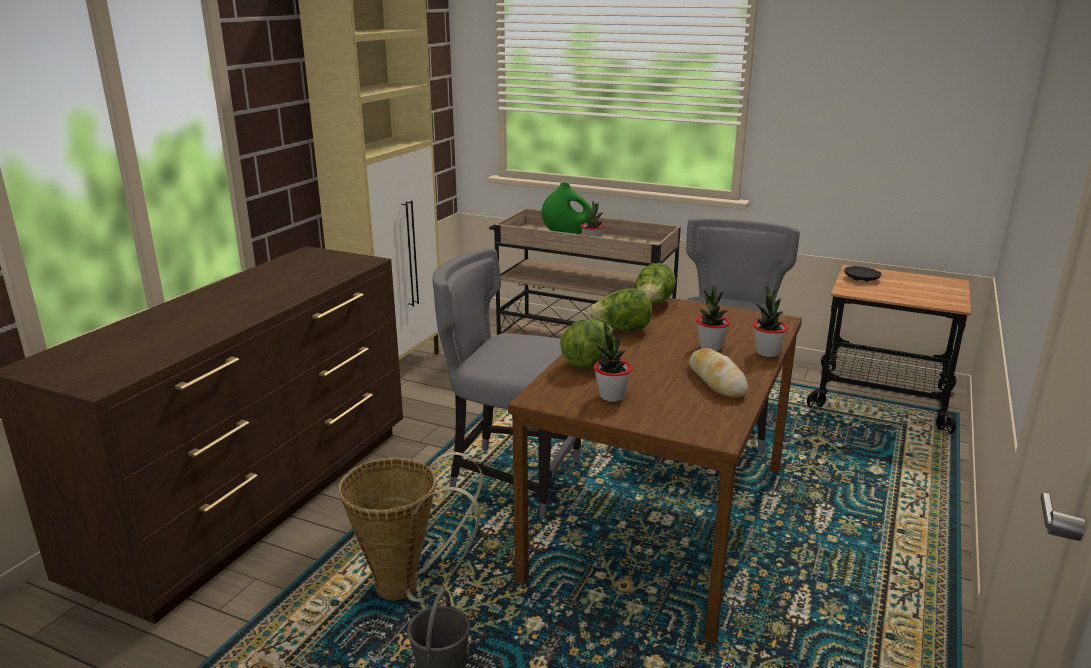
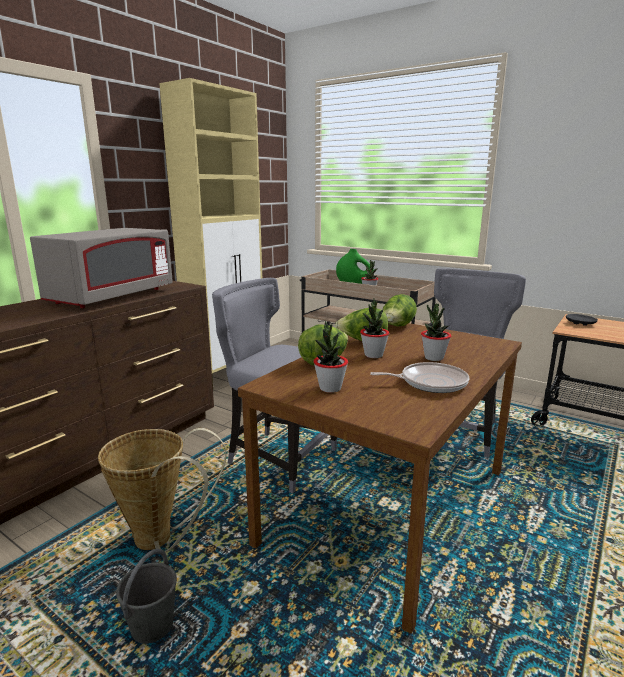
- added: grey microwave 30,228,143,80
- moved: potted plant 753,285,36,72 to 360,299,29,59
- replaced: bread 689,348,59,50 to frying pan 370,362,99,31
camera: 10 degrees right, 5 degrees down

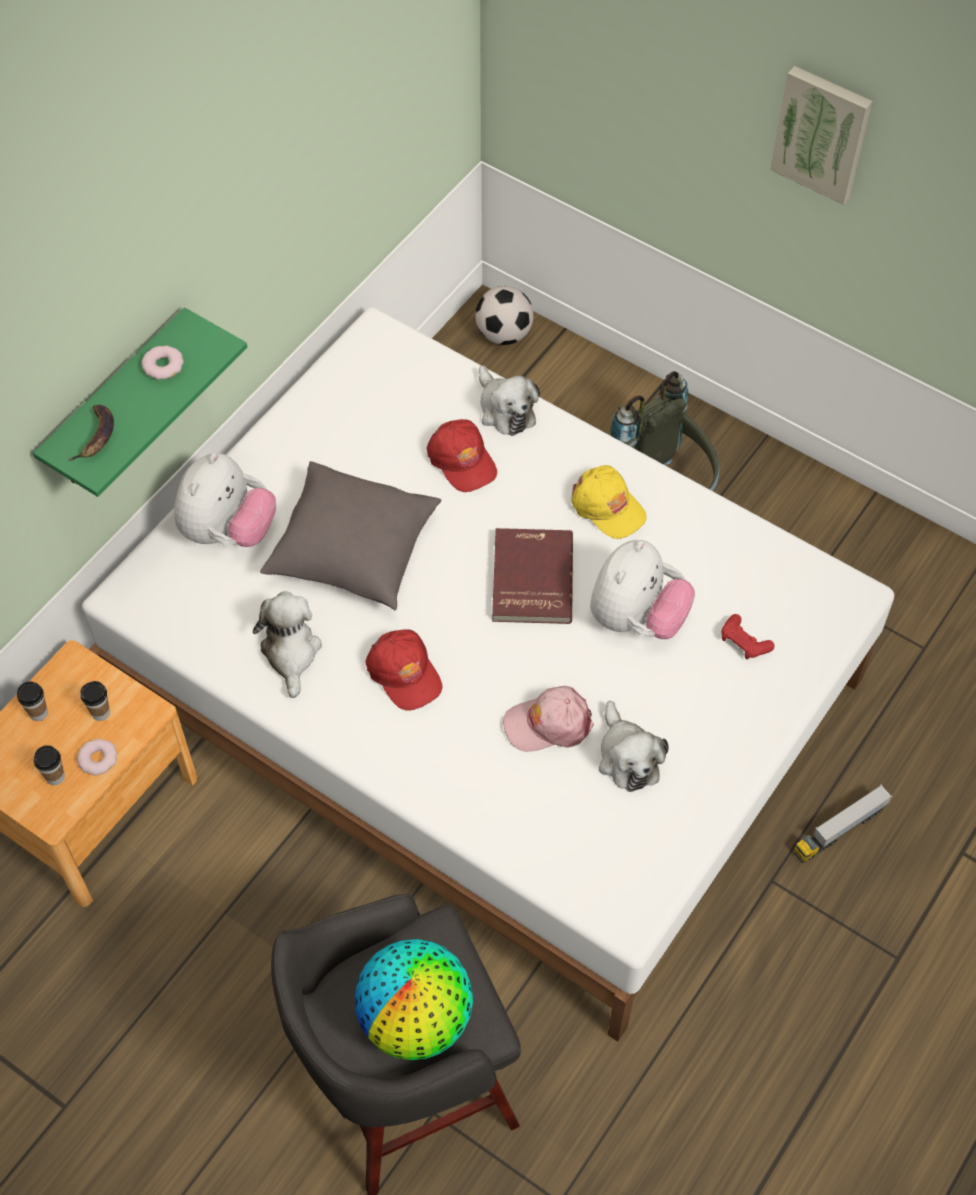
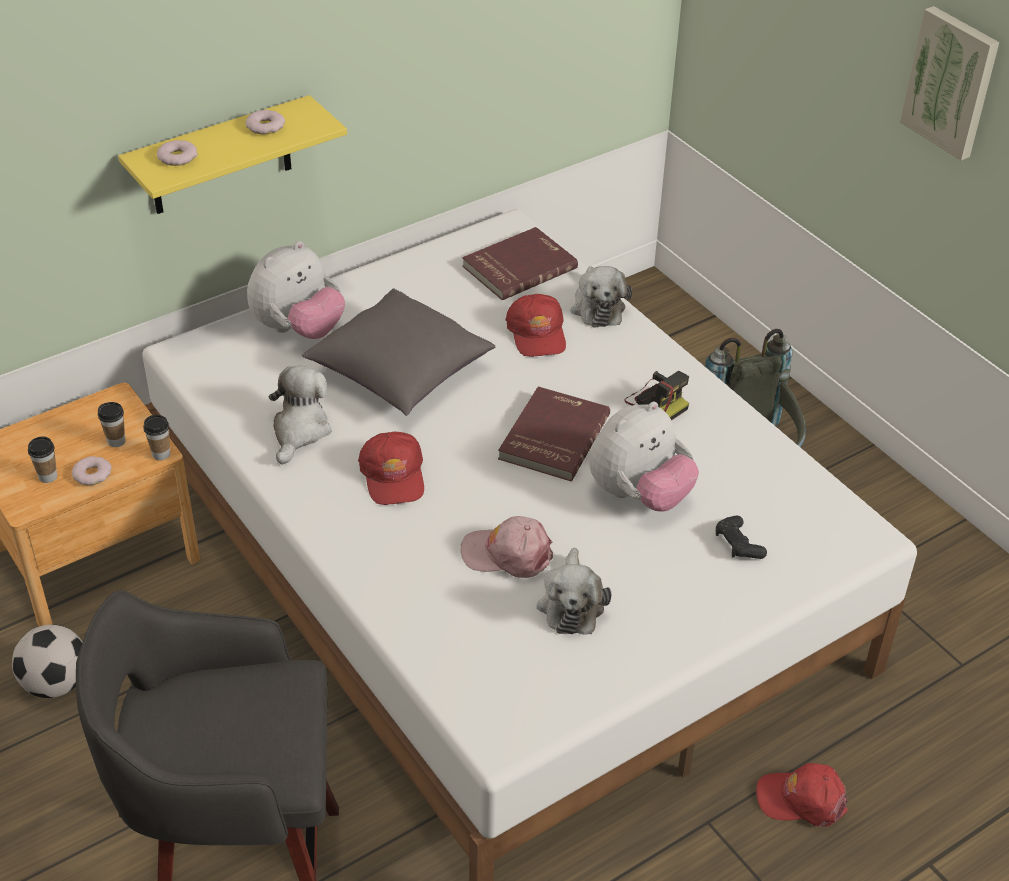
- removed: globe 355,939,118,121
- added: red book 462,227,116,73
- moved: cup 17,682,31,39 to 143,415,27,45
- moved: football 475,286,59,59 to 12,624,70,74
- replaced: banana 68,405,46,56 to donut 157,140,41,26
- replaced: yellow cap 571,465,76,74 to photo camera 624,371,65,49
- replaced: toy truck 794,784,98,79 to red cap 756,763,92,64
- recoloured: green shelf 33,307,214,190 to yellow shelf 118,95,229,119
- recoloured: red game controller 721,614,53,45 to black game controller 716,515,51,44
camera: 20 degrees right, 15 degrees down

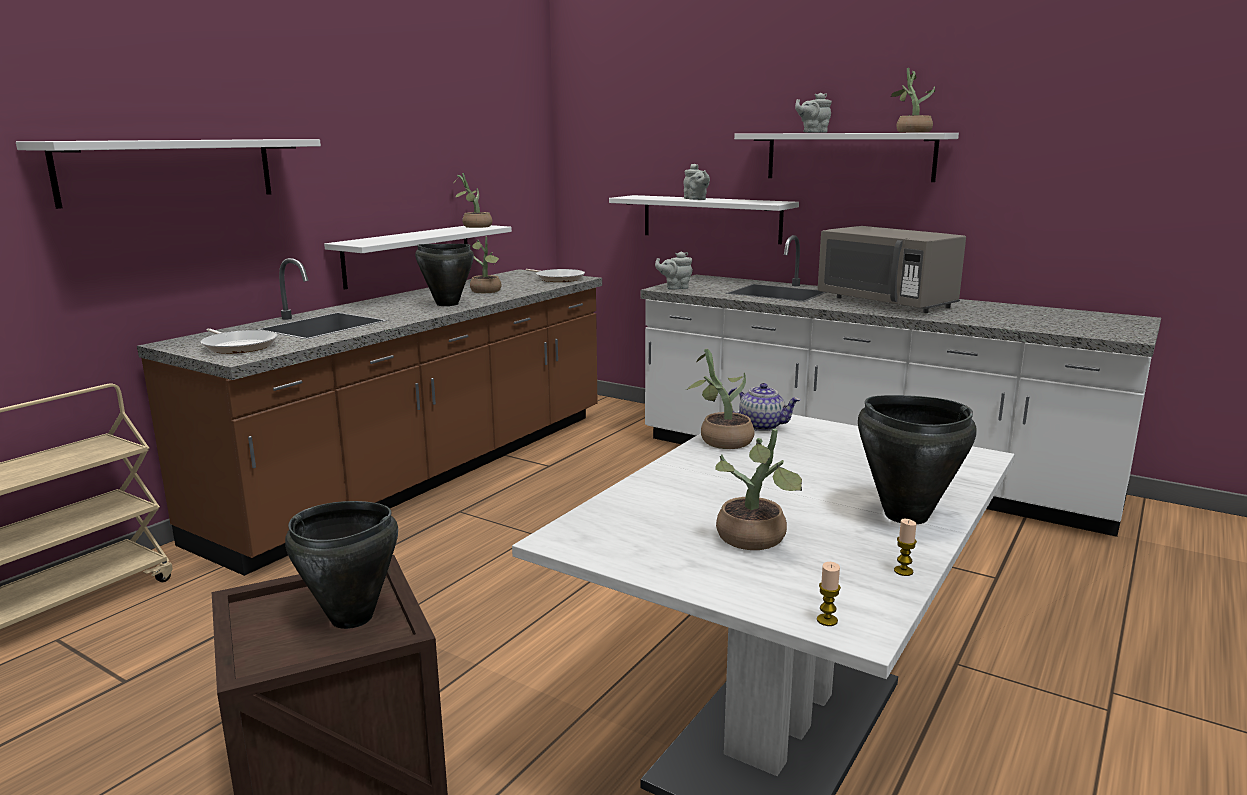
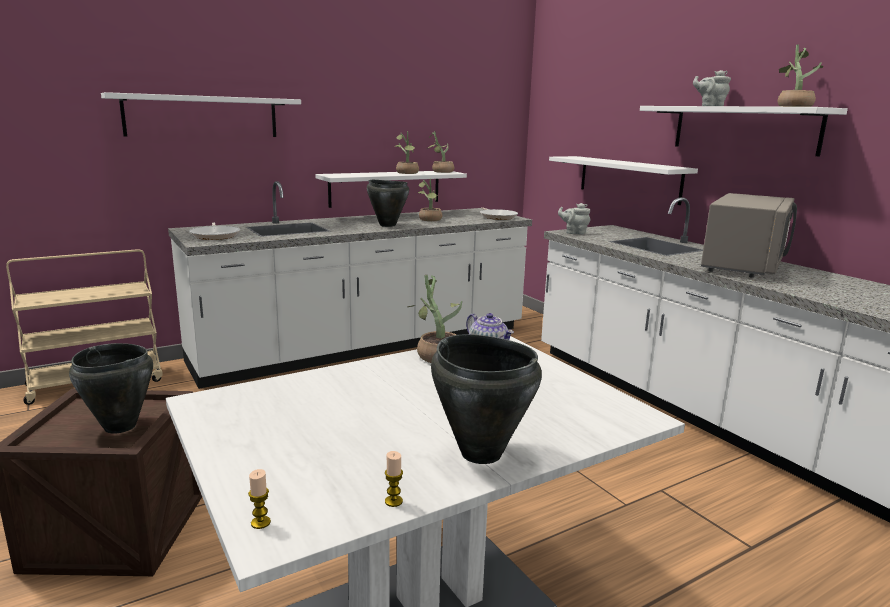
- removed: grey teapot 684,163,26,37
- moved: potted plant 715,428,87,122 to 395,131,24,43
- recoloured: brown counter 137,258,465,318 to white counter 168,181,364,208
- turned: grey microwave 818,226,148,87 = 701,193,96,85 135 degrees counterclockwise
camera: 25 degrees right, 0 degrees up

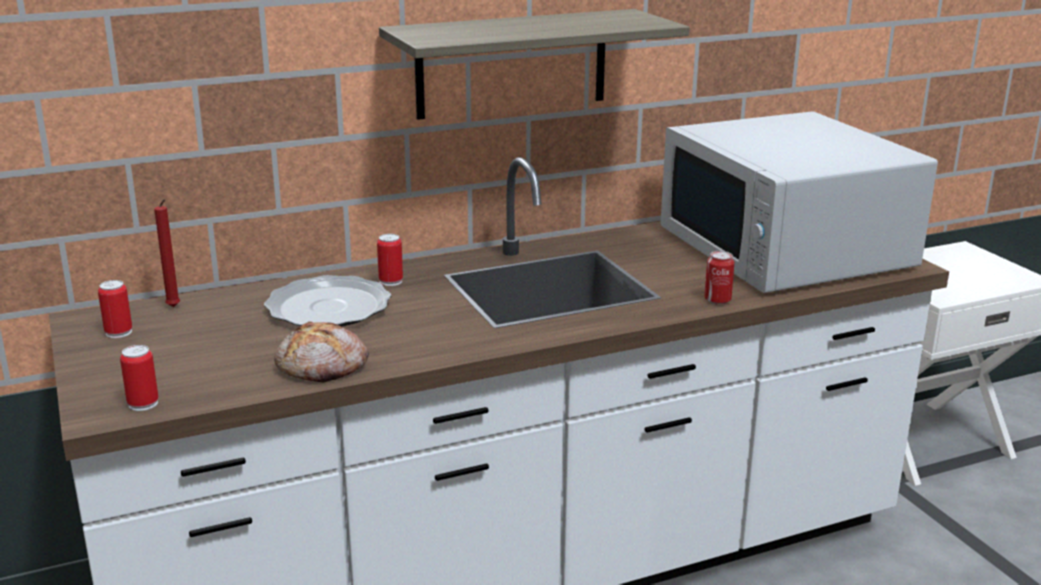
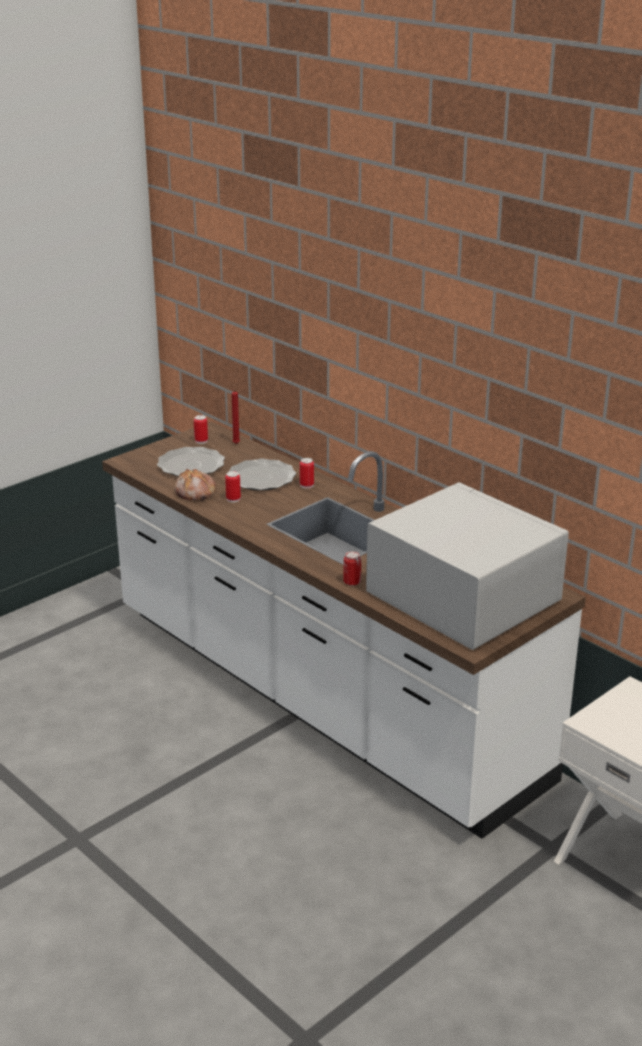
- removed: shelf 379,9,311,111
- added: plate 157,447,68,29
- moved: can 120,345,39,66 to 225,471,16,31
- turned: white microwave 661,111,277,182 = 366,482,203,168 90 degrees clockwise
camera: 70 degrees right, 5 degrees up

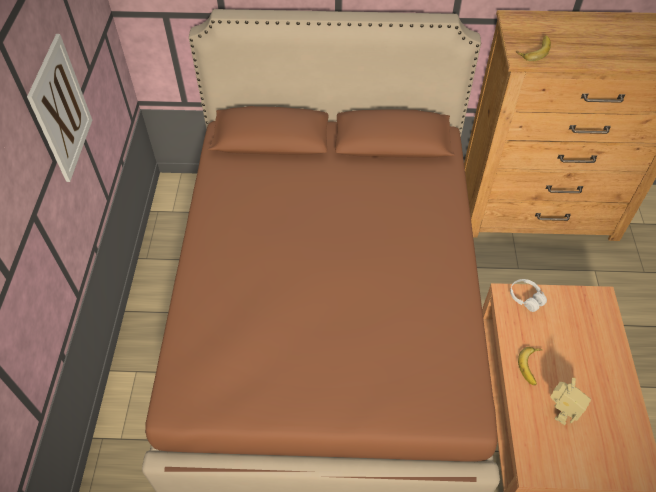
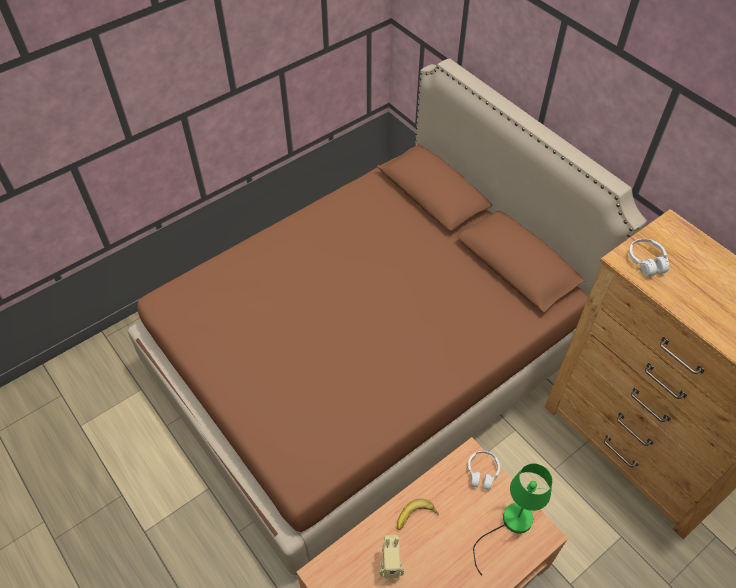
- removed: picture 27,34,65,148
- added: green table lamp 473,464,79,112
- replaced: banana 516,35,35,26 to white headphones 629,239,41,37
camera: 50 degrees right, 0 degrees up

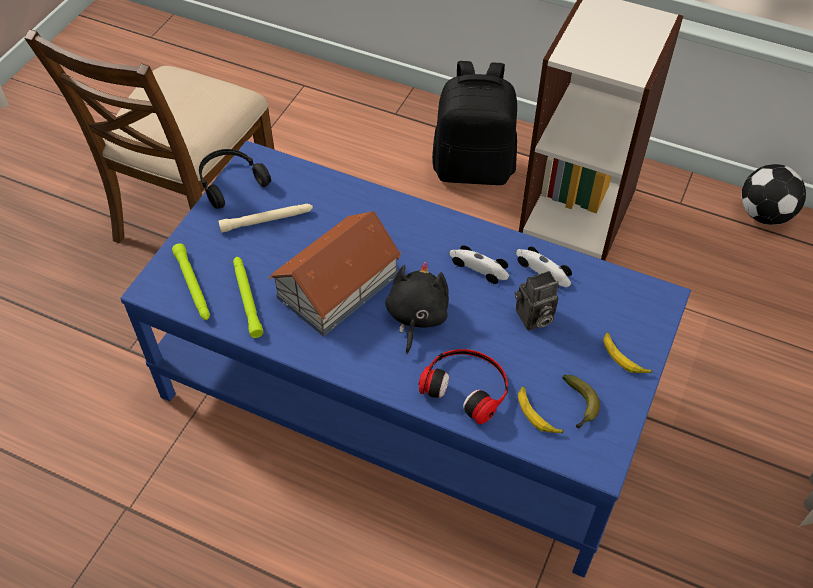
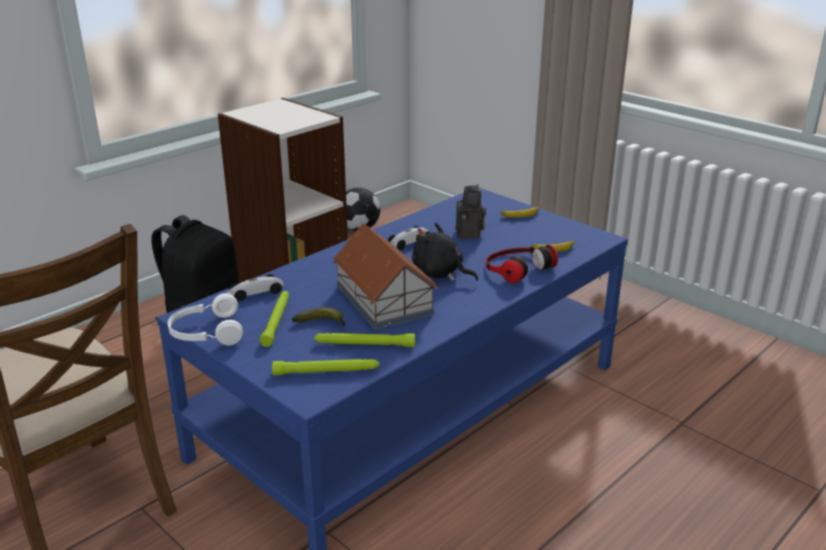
- moved: toy car 516,246,56,42 to 227,274,57,28
- moved: banana 563,375,37,54 to 292,307,54,19
- recoloured: black headphones 199,149,72,60 to white headphones 168,293,75,53
- recoloured: beige flashlight 218,204,95,29 to green flashlight 260,291,29,56
camera: 70 degrees left, 25 degrees down

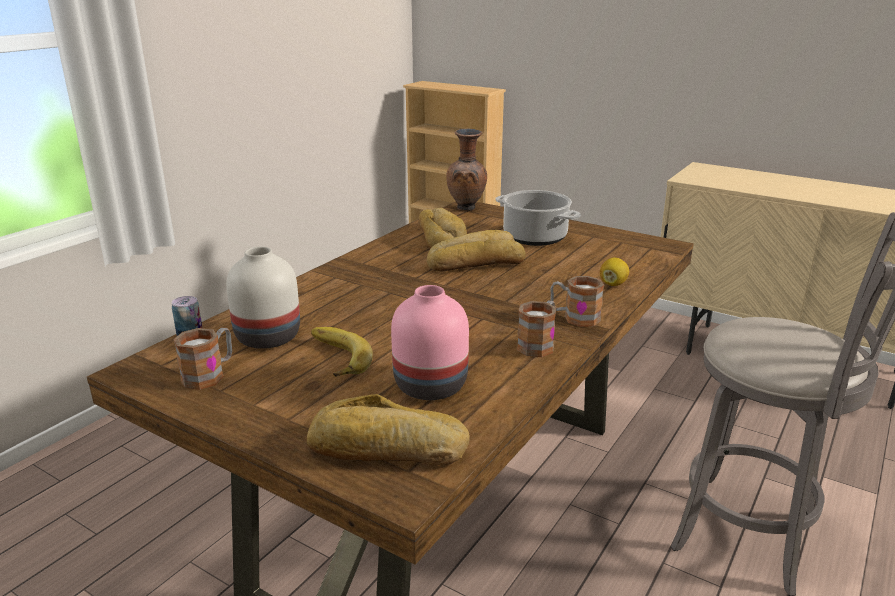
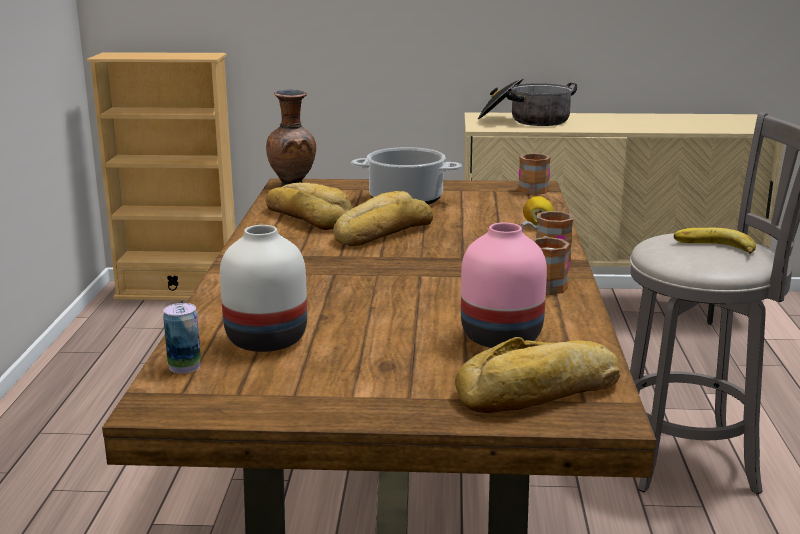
- added: cooking pot 478,78,99,48
- moved: mug 173,328,59,62 to 518,153,33,42
- moved: banana 311,327,62,50 to 674,227,82,27
camera: 30 degrees left, 5 degrees down

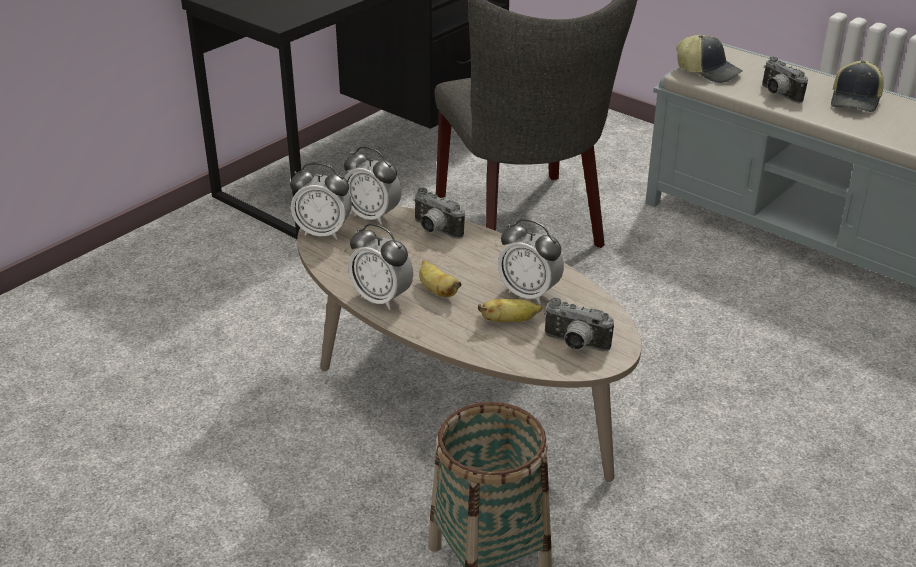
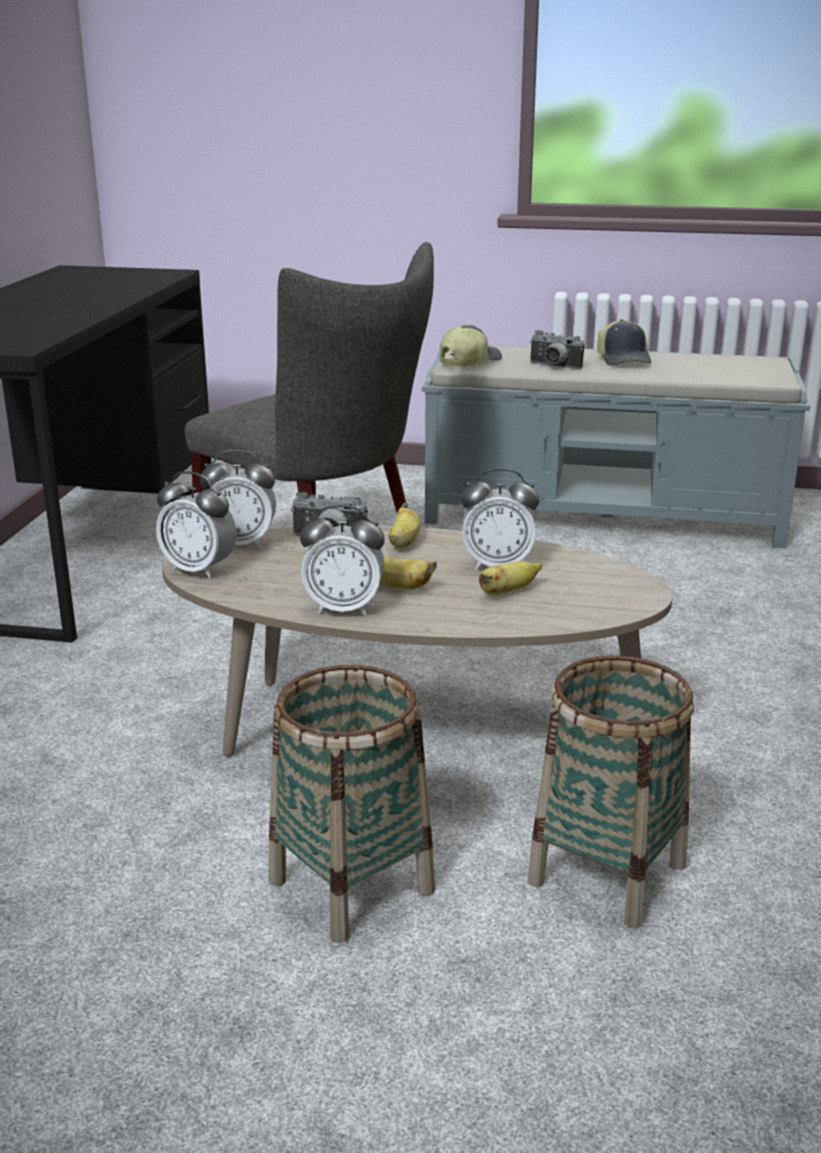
- removed: photo camera 544,298,70,54
- added: basket 269,665,166,278
- added: banana 388,503,32,45
- turned: alarm clock 290,163,62,77 = 156,471,80,108 45 degrees clockwise
- turned: cap 676,35,67,48 = 440,325,62,41 60 degrees counterclockwise
camera: 30 degrees left, 10 degrees down

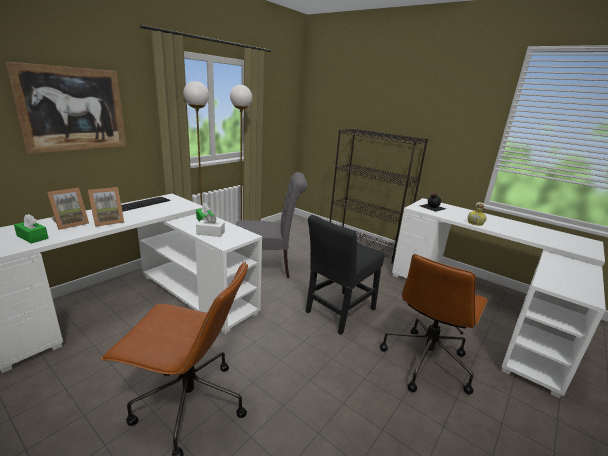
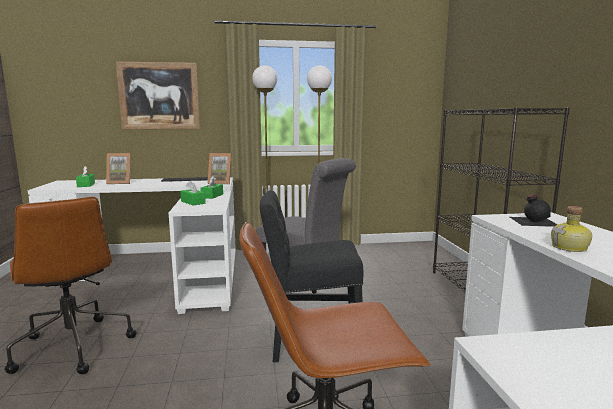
- moved: picture frame 88,187,36,40 to 208,153,24,31
- recoloured: white tissue box 196,214,29,23 to green tissue box 181,181,25,25
camera: 45 degrees right, 10 degrees down

